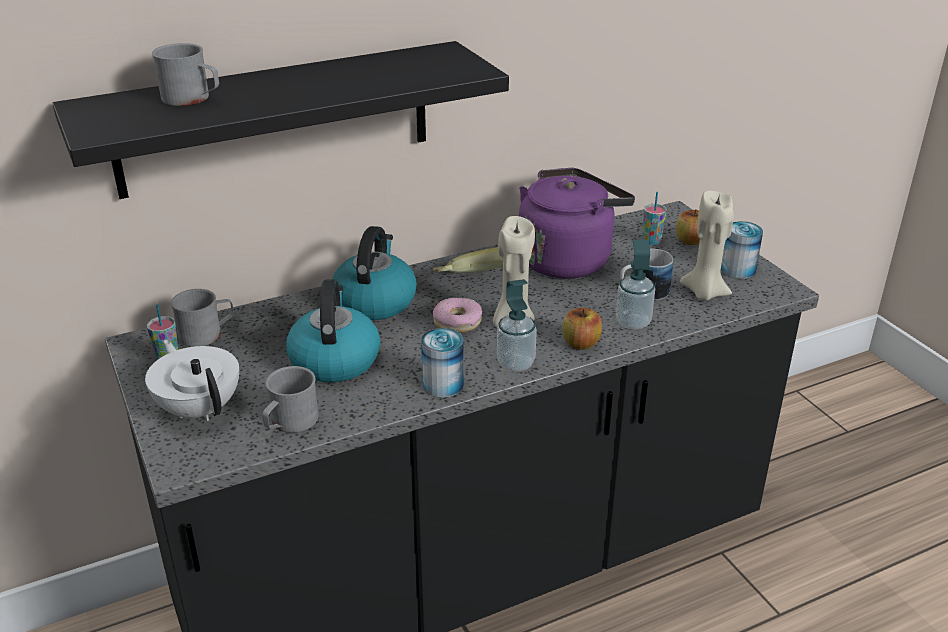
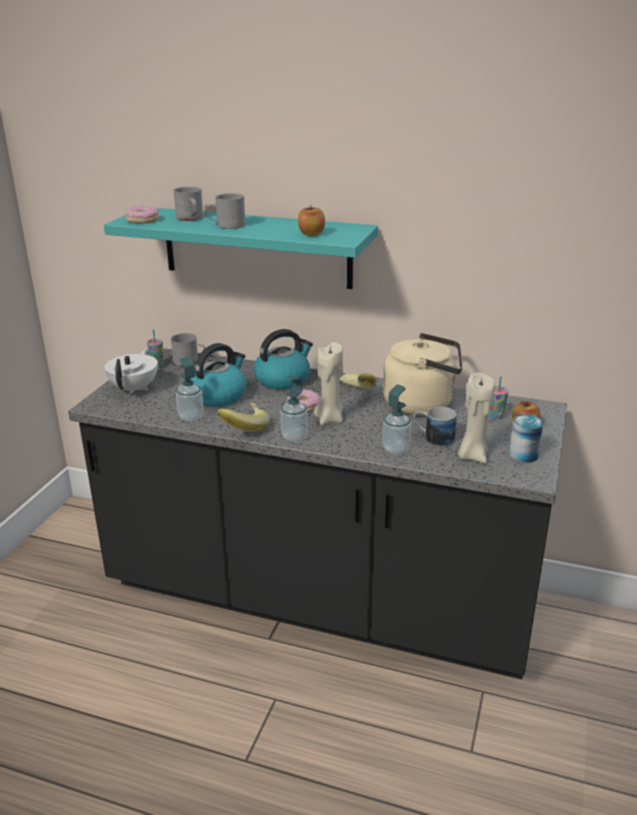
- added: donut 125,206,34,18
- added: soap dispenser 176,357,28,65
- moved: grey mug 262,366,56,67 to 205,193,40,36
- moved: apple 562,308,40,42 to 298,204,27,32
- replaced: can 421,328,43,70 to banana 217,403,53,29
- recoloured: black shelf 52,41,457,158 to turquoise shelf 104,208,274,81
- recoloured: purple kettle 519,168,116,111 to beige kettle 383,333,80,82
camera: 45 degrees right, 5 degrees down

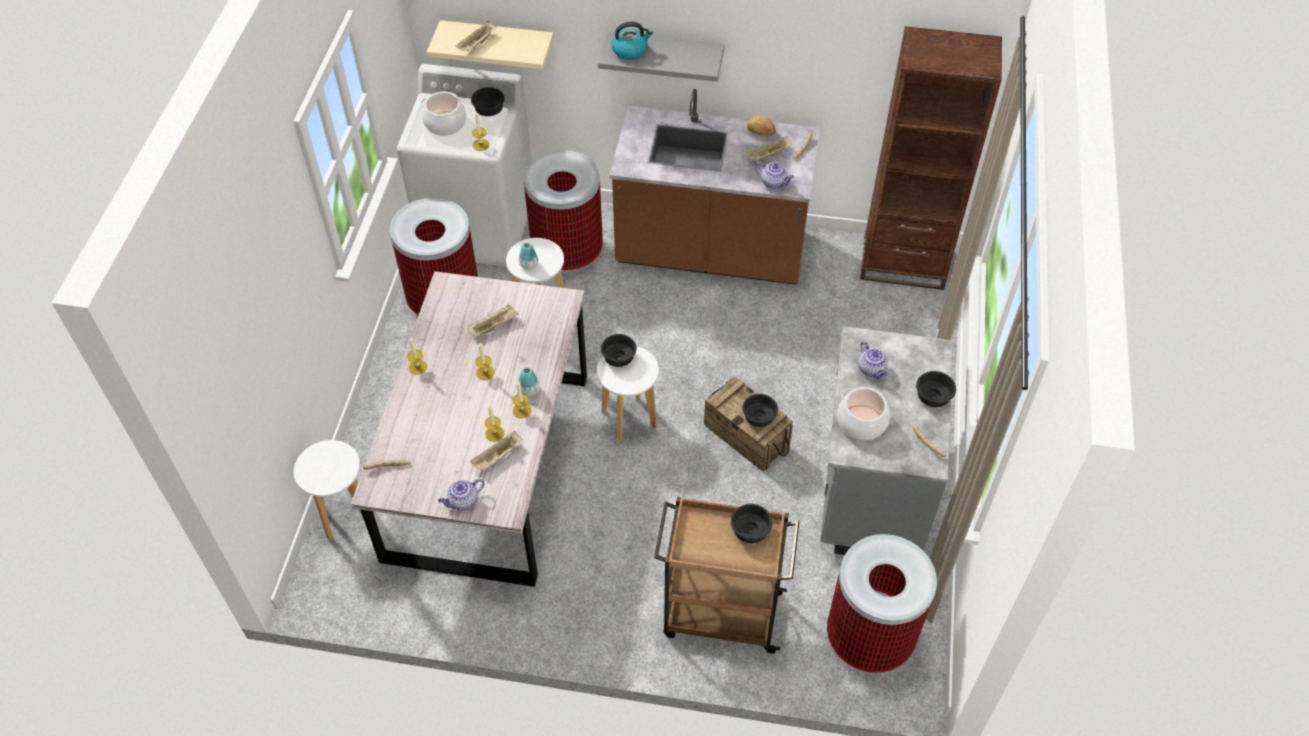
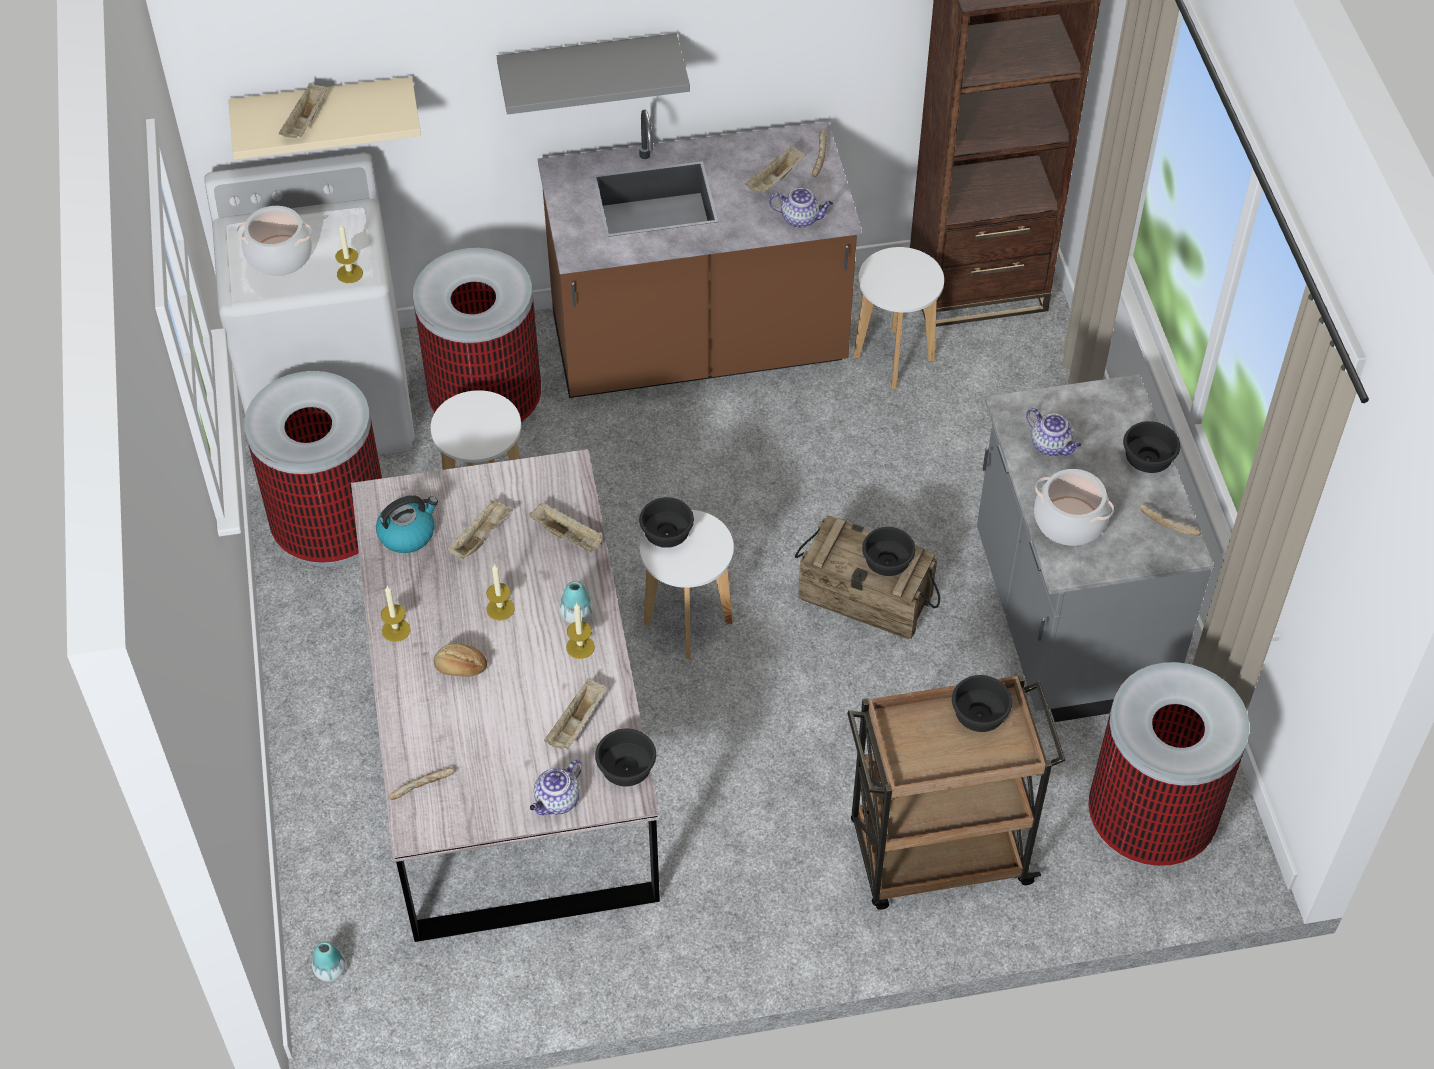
- removed: candle 485,404,19,38
- added: beige tray 529,502,74,51
- moved: white stool 294,440,69,100 to 853,247,91,142
- moved: black bowl 471,87,34,29 to 595,729,61,57
- moved: vase 519,243,19,27 to 312,941,34,41
- moved: kettle 612,22,41,38 to 376,495,62,58
- moved: bread 747,116,29,20 to 434,643,53,34
camera: 20 degrees left, 0 degrees up

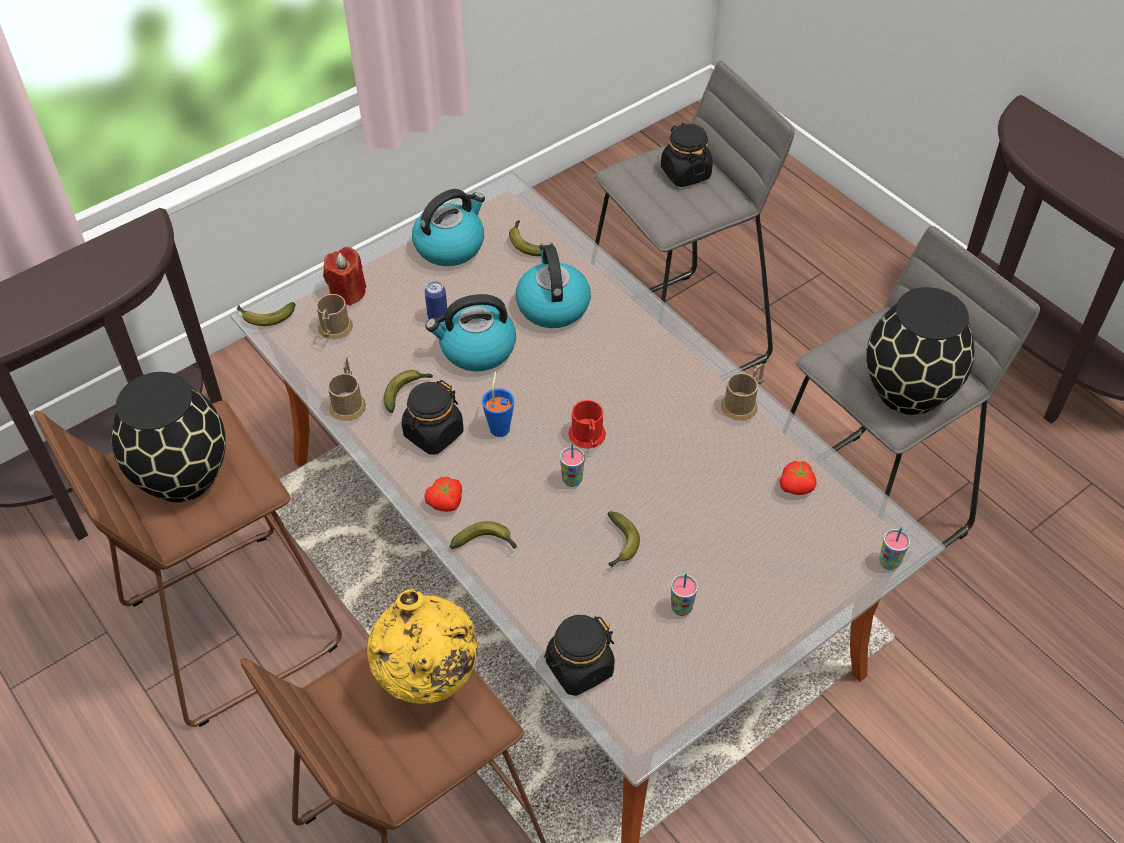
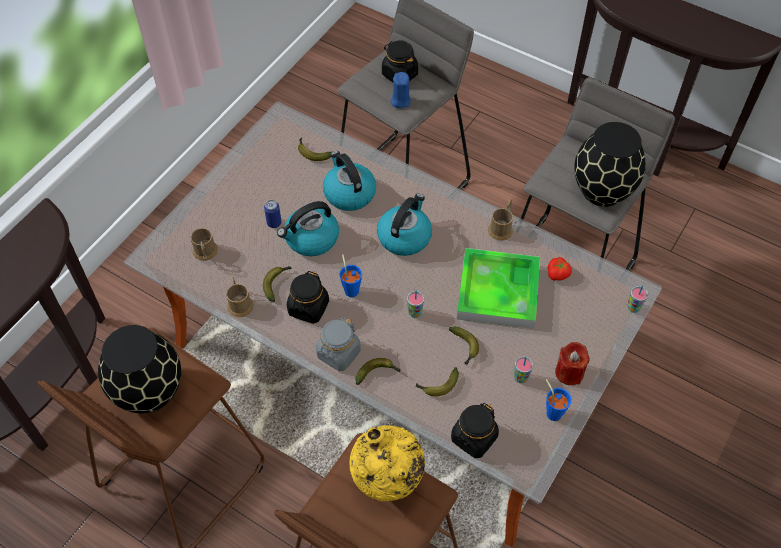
- removed: red mug 568,400,38,49
- added: blue candle 391,72,20,36
- added: tray 457,248,83,81
- added: blue cup 546,379,26,42
- moved: banana 237,302,58,24 to 415,367,44,29
- moved: red candle 323,247,43,59 to 555,342,35,43
- moved: kettle 412,189,73,77 to 377,194,55,62
- replaced: tomato 424,477,38,35 to grey jar 316,317,45,54
camera: 20 degrees left, 5 degrees up

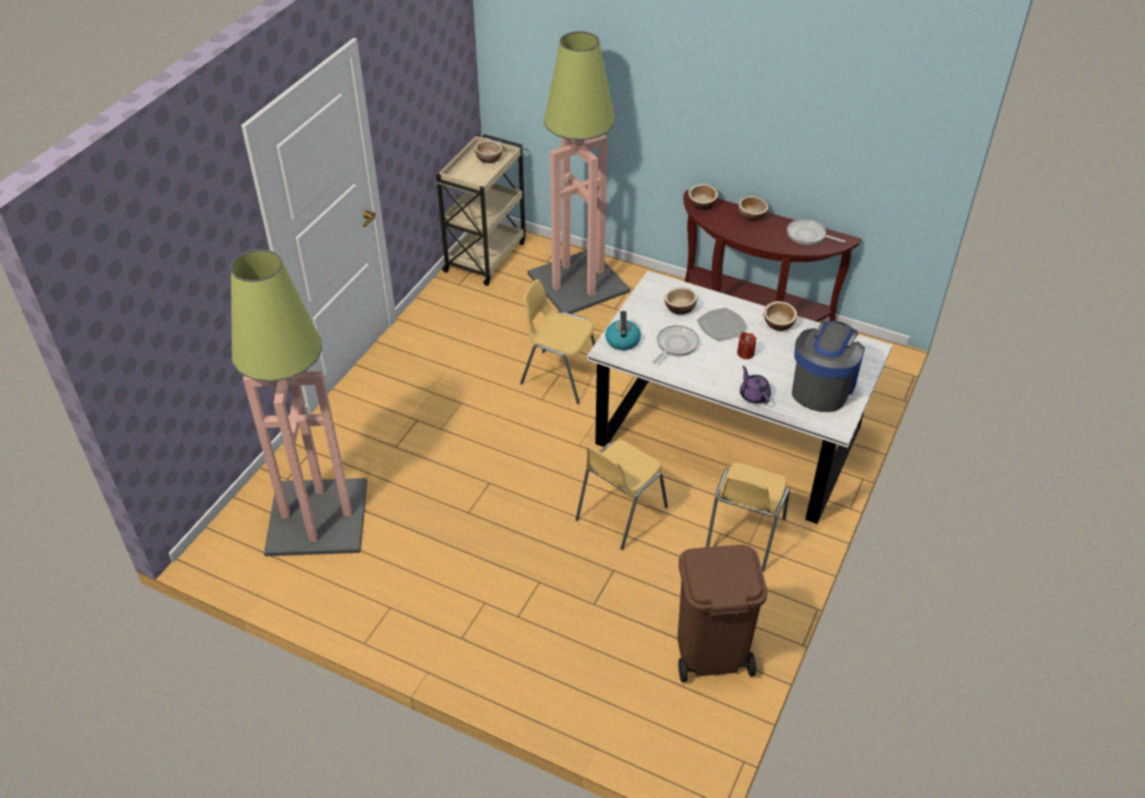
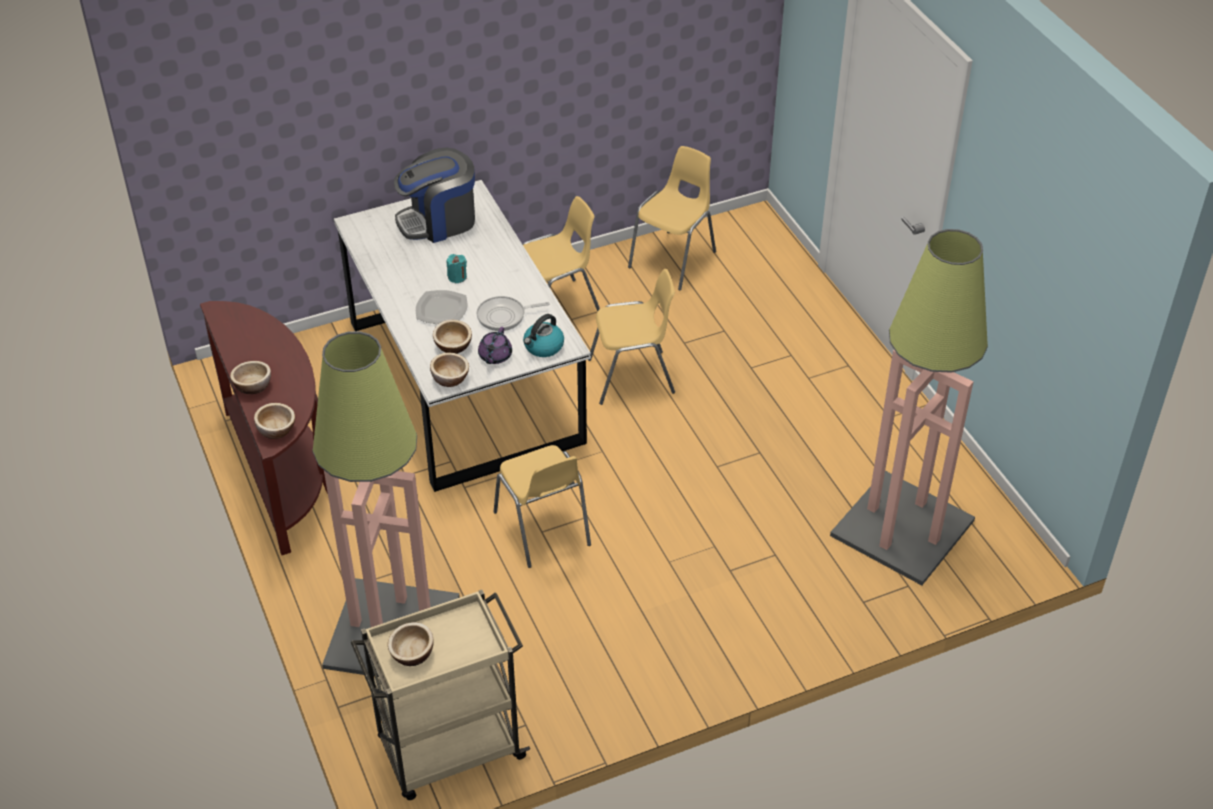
- removed: frying pan 787,219,58,26
- moved: purple teapot 740,366,31,38 to 478,327,34,37
- moved: bowl 764,301,33,30 to 430,353,39,34
- replaced: brown trash can 677,545,90,137 to yellow chair 628,146,88,144
- recoloured: red candle 737,332,19,27 to turquoise candle 447,254,20,29
camera: 140 degrees left, 0 degrees up

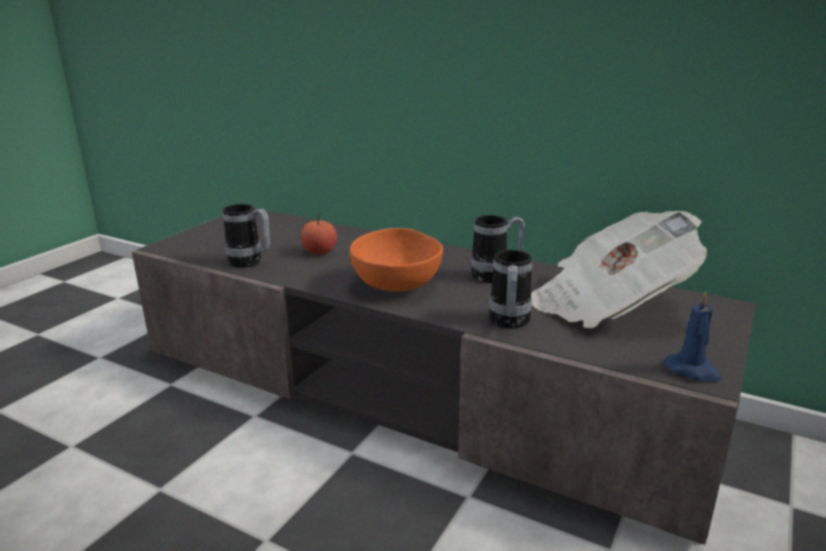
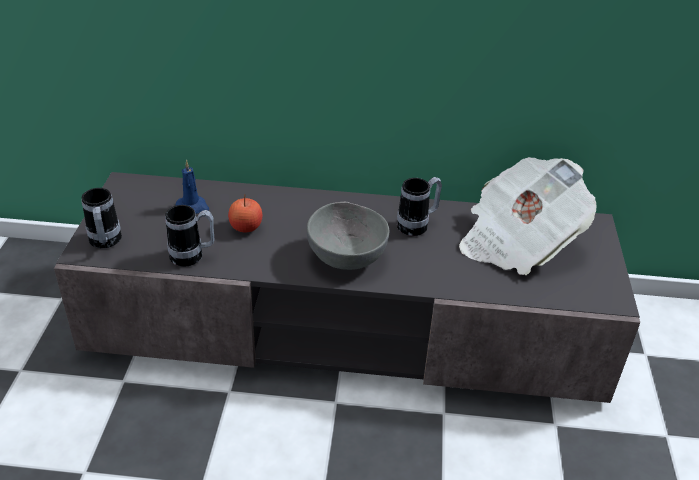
- moved: mug 489,250,43,78 to 81,188,41,60
- moved: blue candle 665,291,56,90 to 176,160,33,54
- recoloured: orange bowl 350,228,93,64 to grey bowl 307,202,82,68
camera: 25 degrees left, 15 degrees up

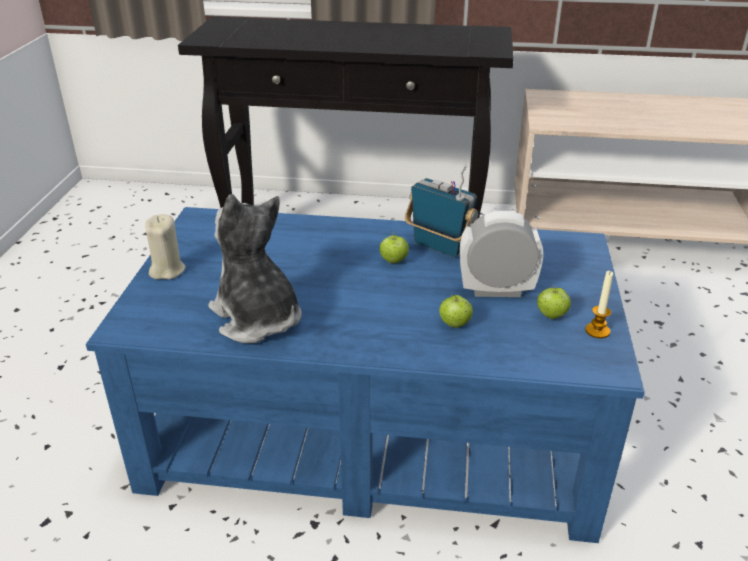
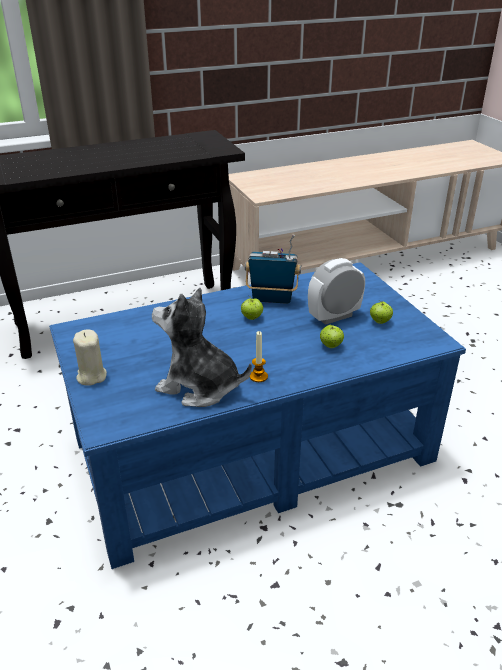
- moved: candle 585,271,28,67 to 249,331,19,51
camera: 30 degrees left, 0 degrees up

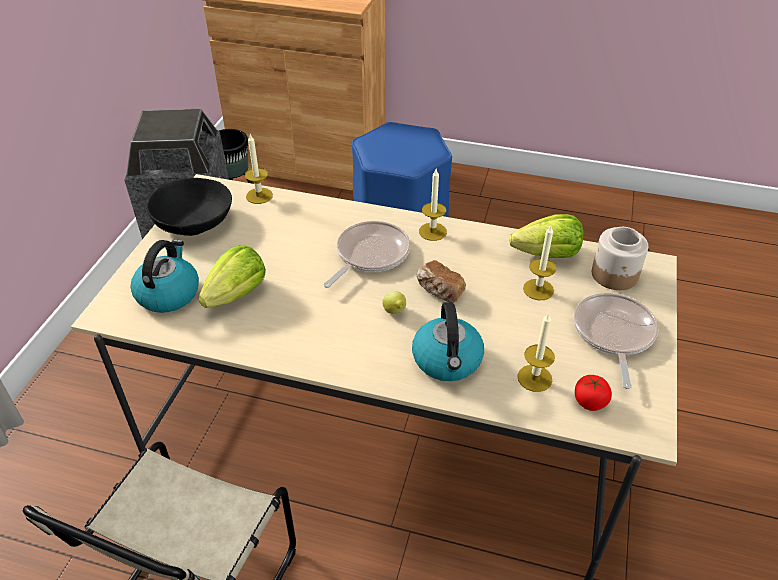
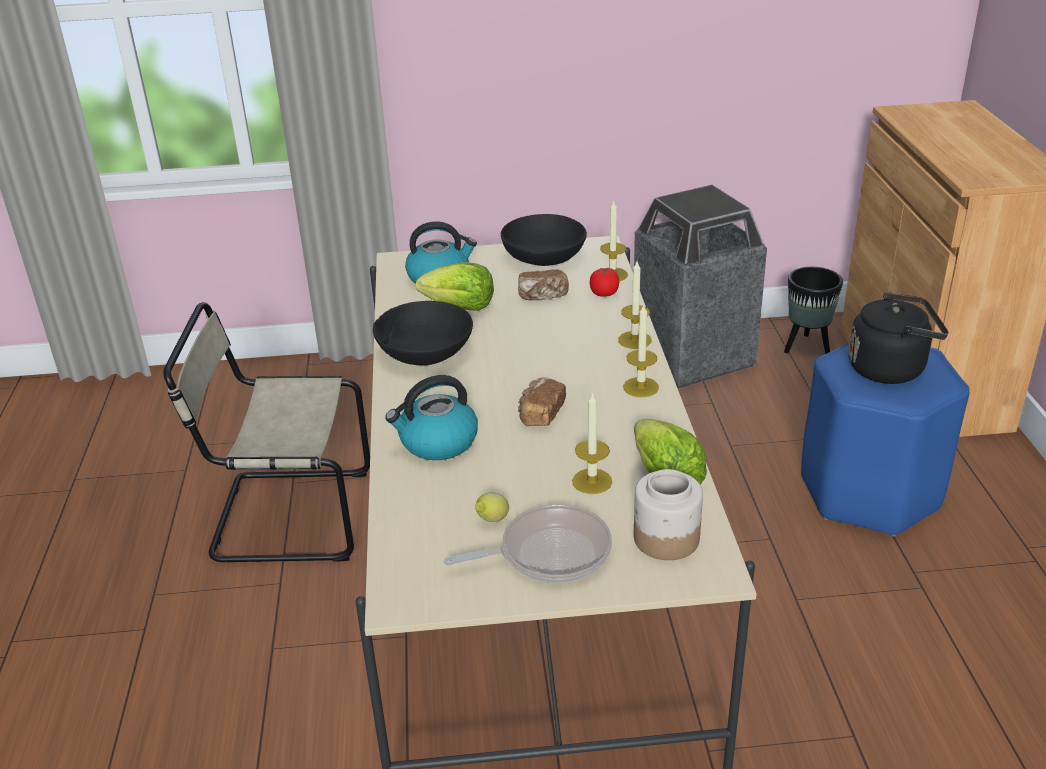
- removed: frying pan 323,221,87,67
- added: black bowl 373,301,100,65
- added: bread 518,269,51,32
- added: black kettle 848,292,100,92
- moved: lemon 383,291,23,23 to 475,492,34,30
- moved: candle 517,313,38,79 to 618,261,34,88
- moved: tomato 575,375,37,36 to 590,268,29,29
camera: 70 degrees right, 10 degrees down

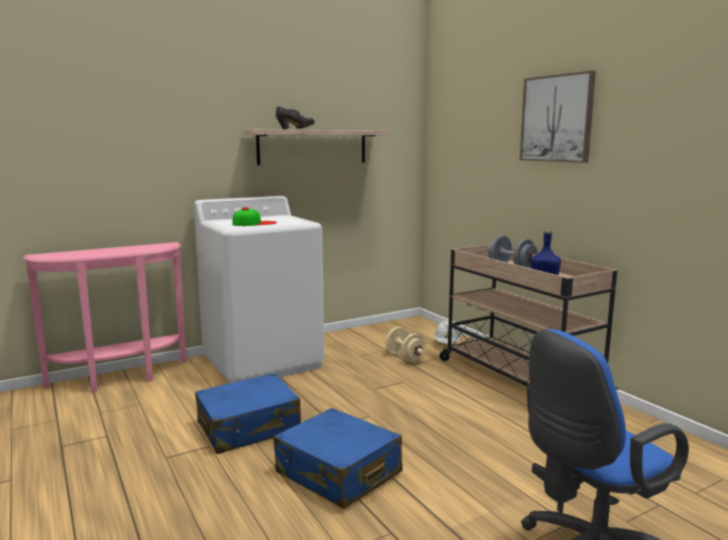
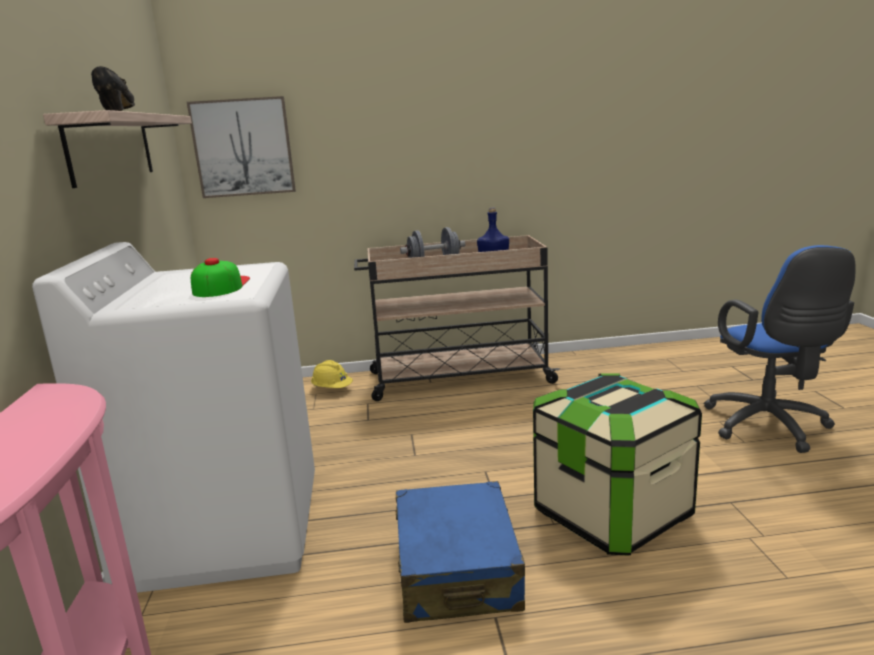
- removed: beige dumbbell 386,327,40,35
- moved: picture 520,71,76,92 to 187,96,109,102
- replaced: blue suitcase 273,408,129,101 to storage box 533,374,169,182
- recoloured: white hard hat 434,321,27,22 to yellow hard hat 311,360,42,28
camera: 65 degrees left, 5 degrees up

